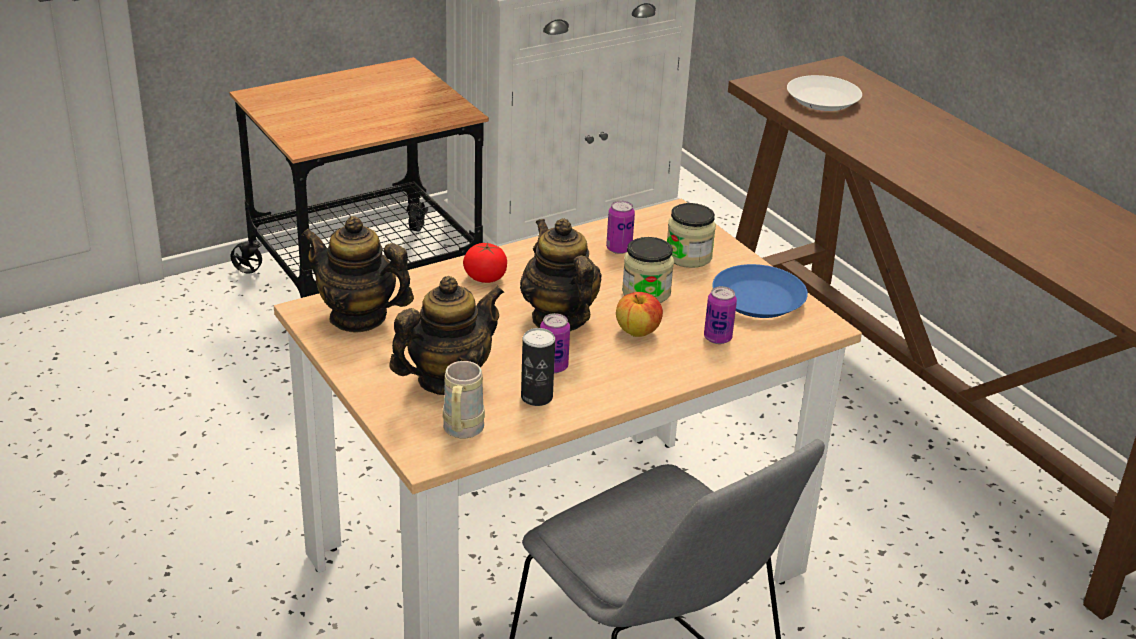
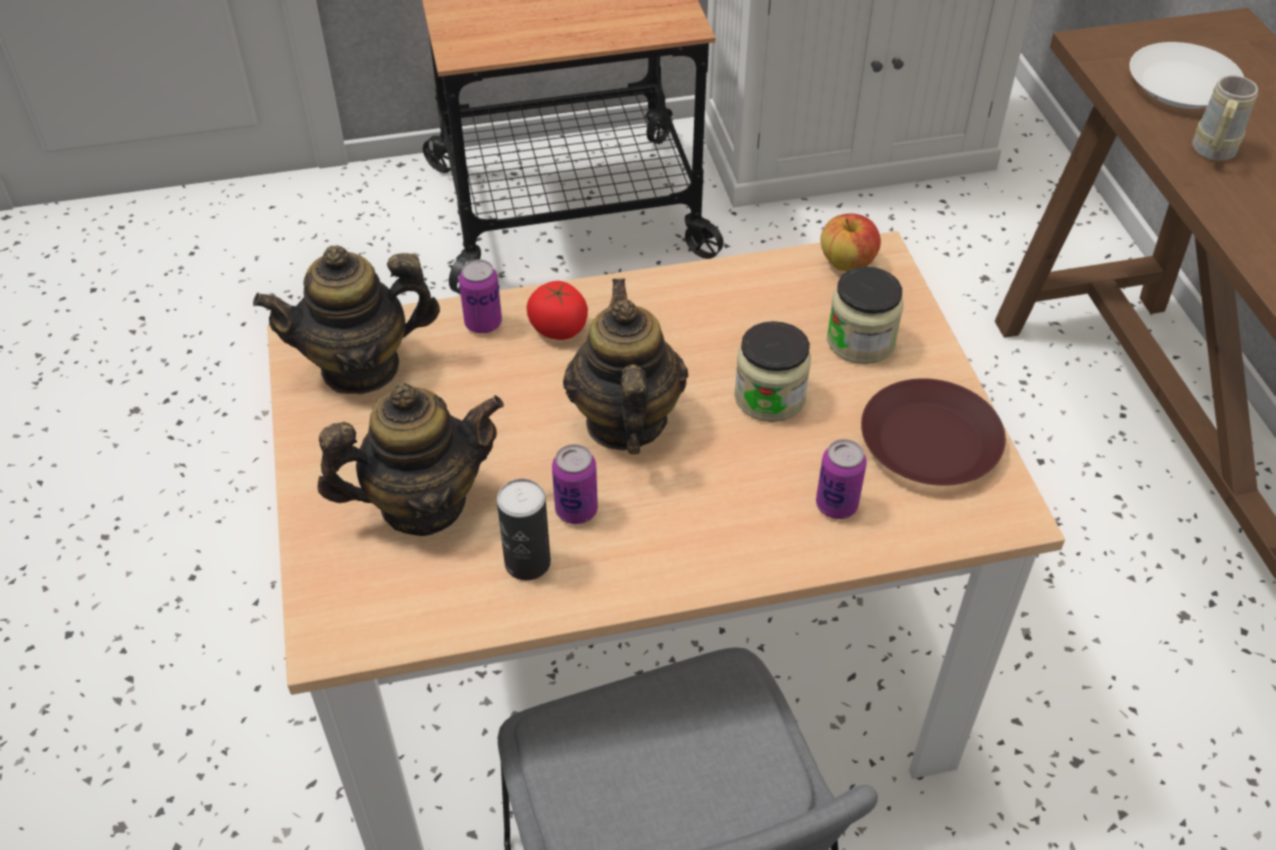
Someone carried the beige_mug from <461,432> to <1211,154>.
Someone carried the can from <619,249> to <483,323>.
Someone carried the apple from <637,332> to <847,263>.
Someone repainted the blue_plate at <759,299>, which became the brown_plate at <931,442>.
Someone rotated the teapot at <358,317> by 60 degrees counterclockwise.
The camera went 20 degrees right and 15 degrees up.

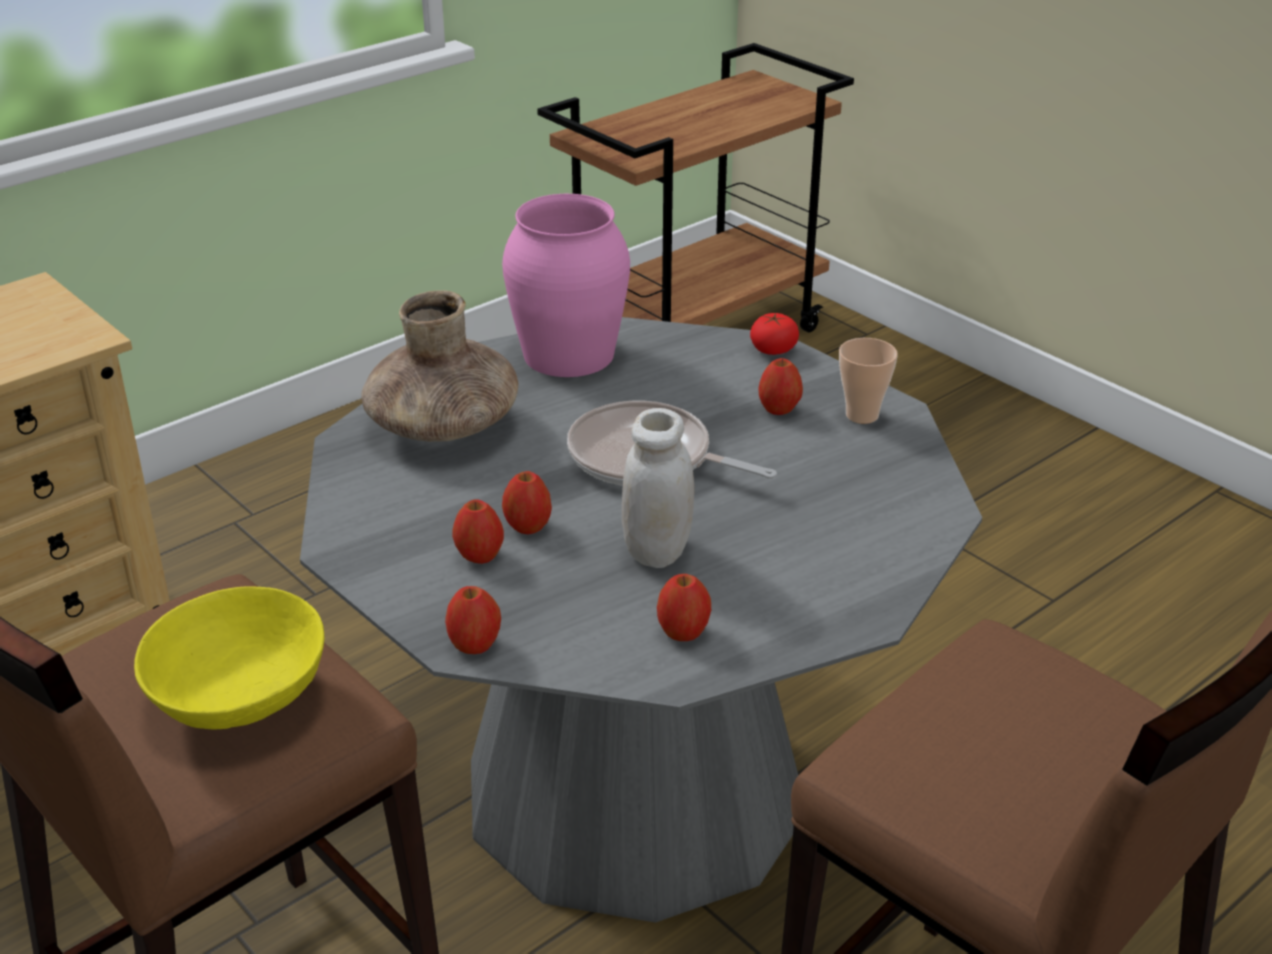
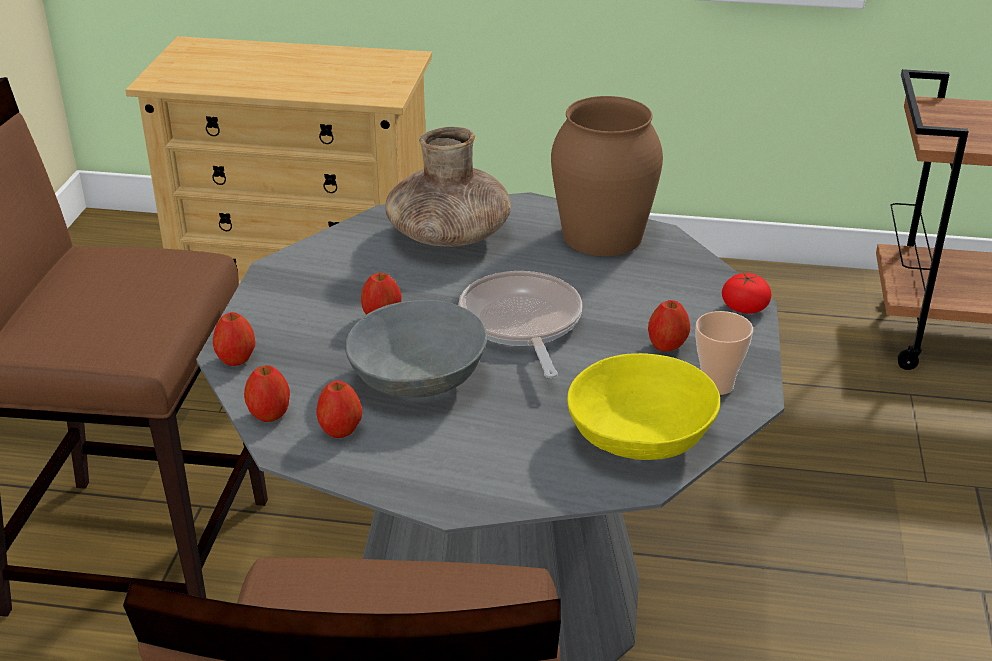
Someone carried the yellow_bowl from <239,694> to <641,437>.
Someone carried the apple from <479,555> to <270,414>.
Someone swapped the white_jar at <657,551> for the grey_bowl at <418,378>.
Someone repainted the pink_vase at <567,354>, which became the brown_vase at <601,235>.
The camera went 50 degrees right and 0 degrees up.

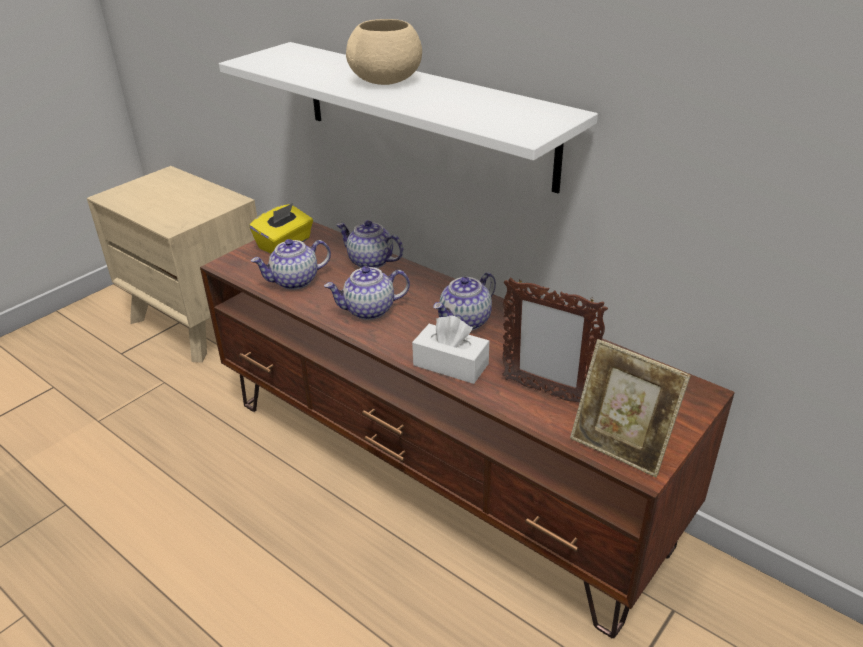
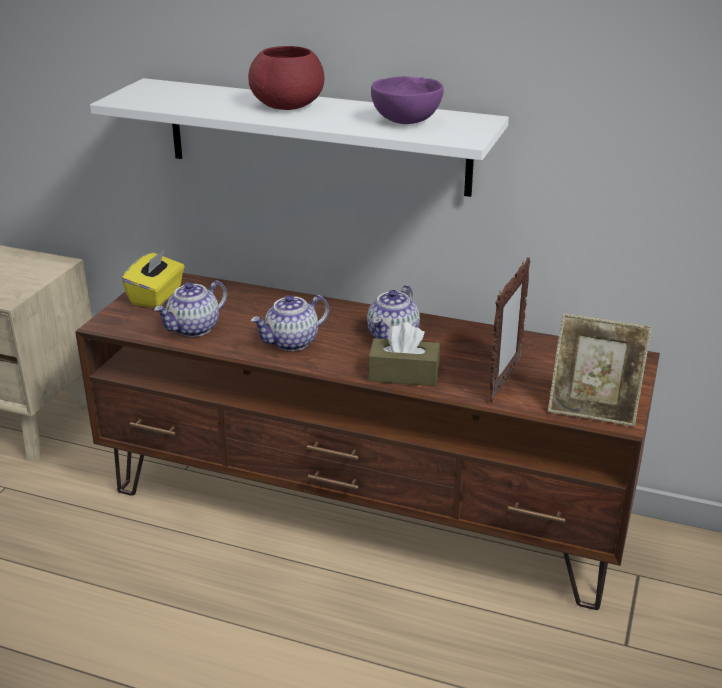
Someone took away the teapot at <370,262>.
Someone put down the purple_bowl at <407,122>.
Someone repainted the beige_bowl at <387,80>, which became the red_bowl at <289,106>.
Someone repainted the white_tissue_box at <450,364>, which became the brown_tissue_box at <403,374>.
Someone rotated the picture_frame at <545,392> by 75 degrees counterclockwise.
The camera went 20 degrees left and 5 degrees down.

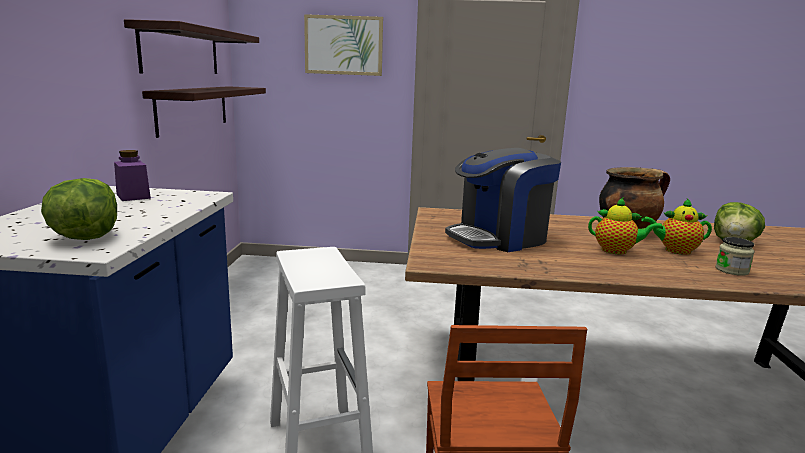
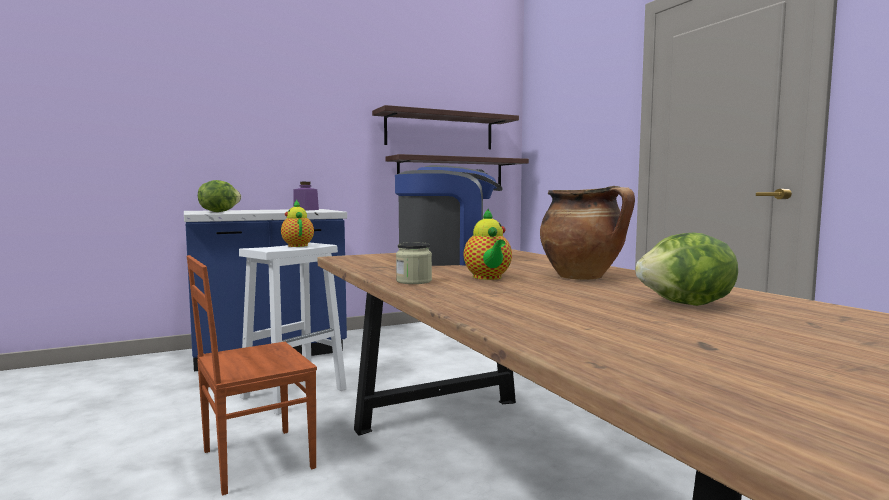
Someone took away the picture at <344,45>.
Someone carried the teapot from <674,250> to <297,245>.
Someone carried the jar from <732,270> to <414,281>.
Someone rotated the coffee_machine at <499,238> by 135 degrees clockwise.
The camera went 60 degrees right and 10 degrees down.

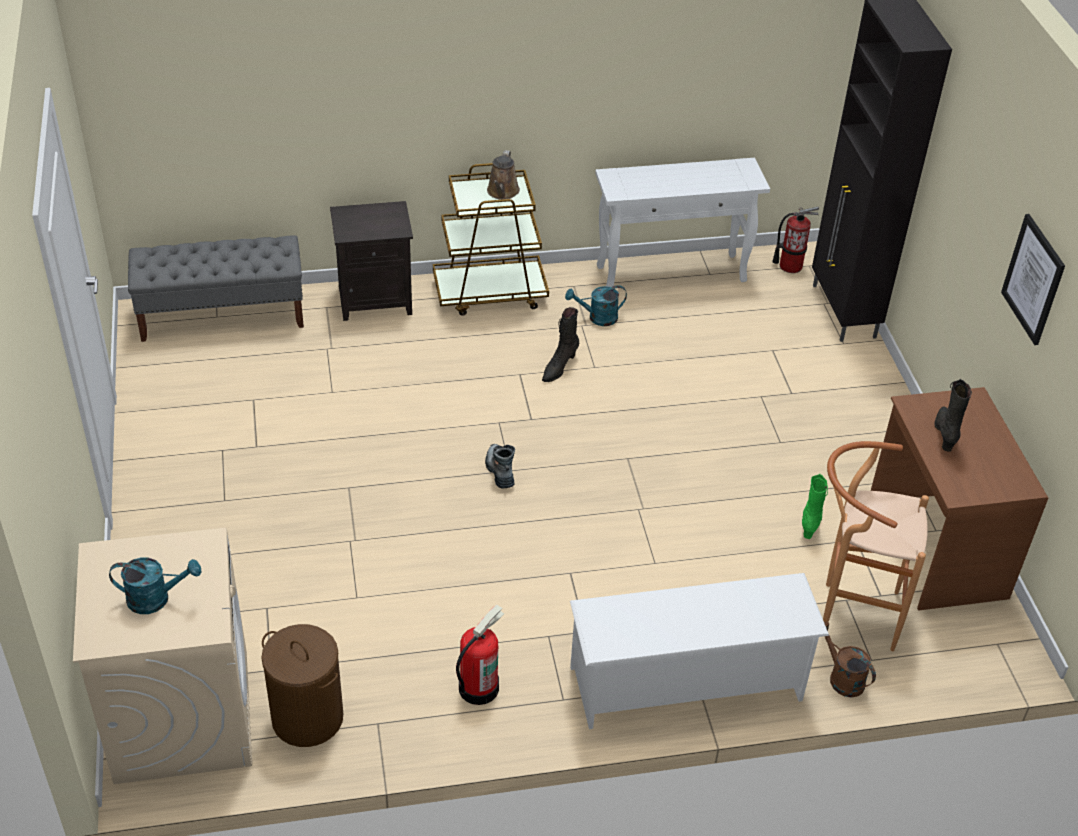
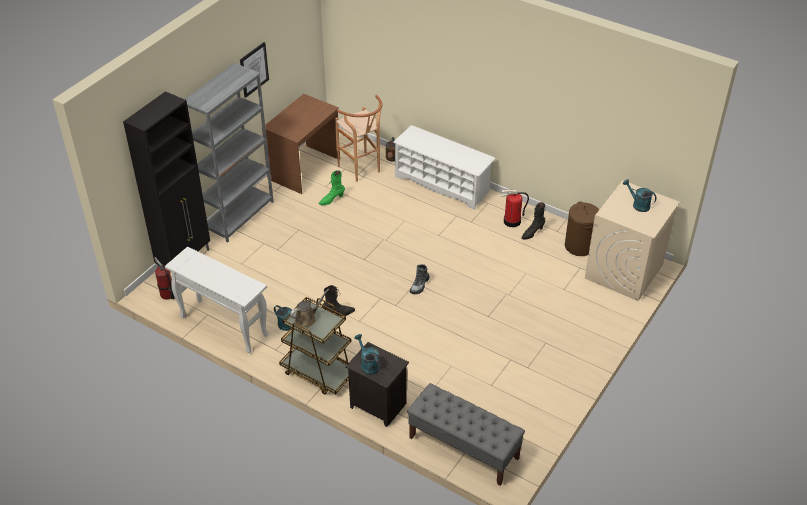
Someone put down the grey_bookcase at <239,216>.
Someone put down the turquoise_watering_can at <368,364>.
Someone carried the black_boot from <945,434> to <532,233>.
The camera went 135 degrees left and 0 degrees up.

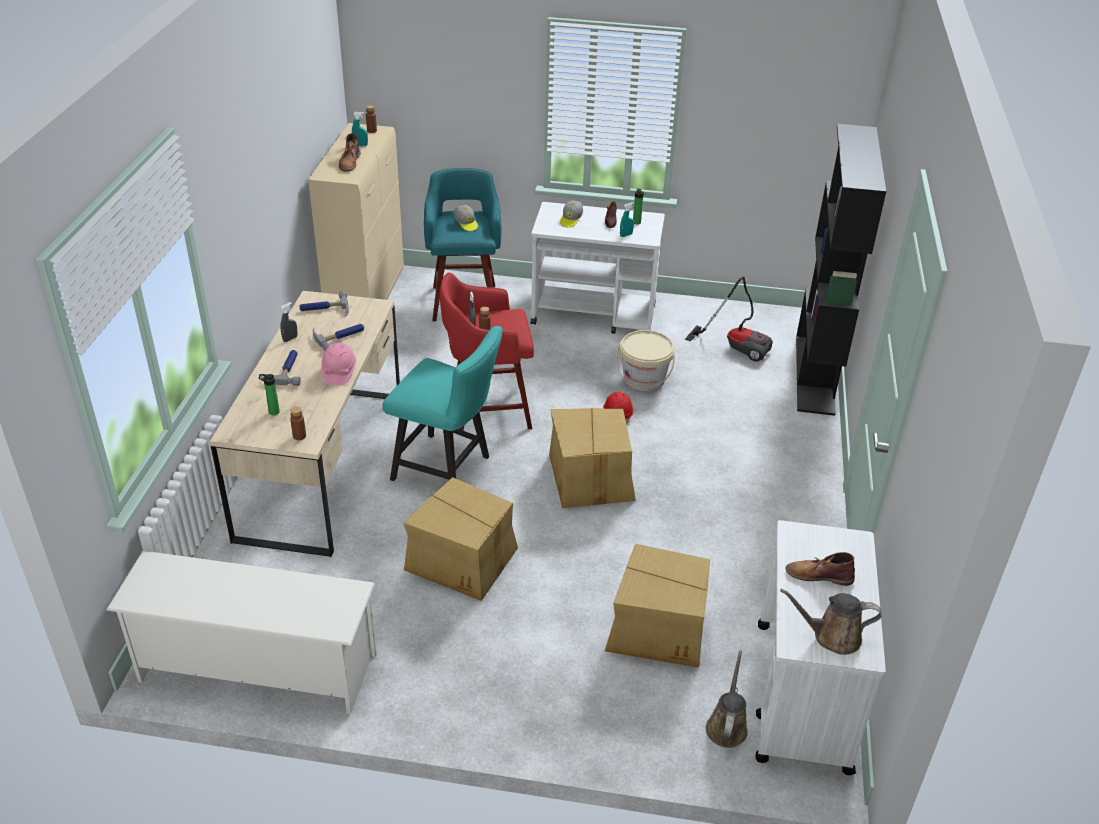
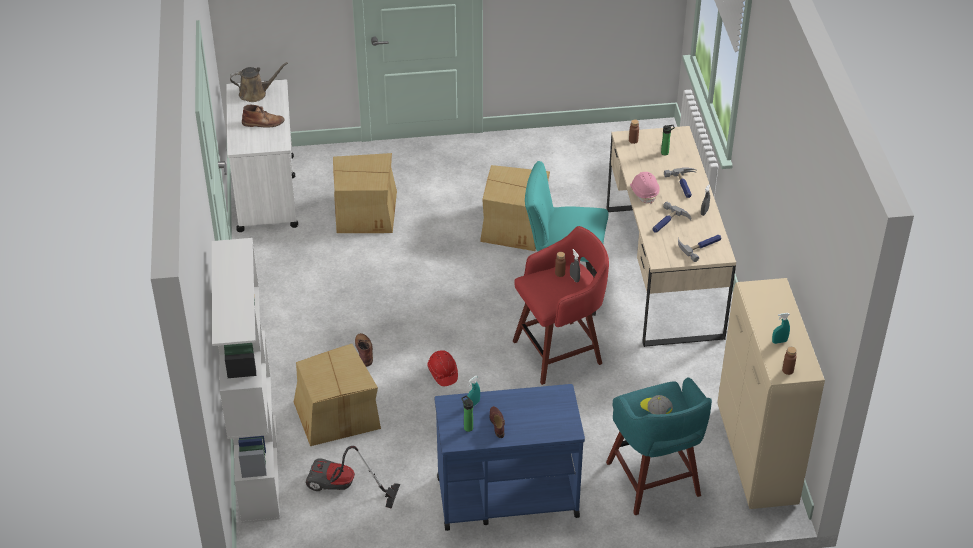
Someone took away the white_shoe_rack at <256,667>.
Someone took away the cap at <571,220>.
Someone took away the beige_bucket at <644,379>.
Someone took away the brown_watering_can at <727,726>.
Someone carried the brown_boot from <349,162> to <364,351>.
Someone carried the cardboard_box from <591,478> to <336,414>.
Someone repainted the white_cart at <594,315>, which became the blue_cart at <506,496>.
Someone repainted the black_bookcase at <815,375>, which became the white_bookcase at <258,467>.
The camera went 165 degrees right and 5 degrees up.

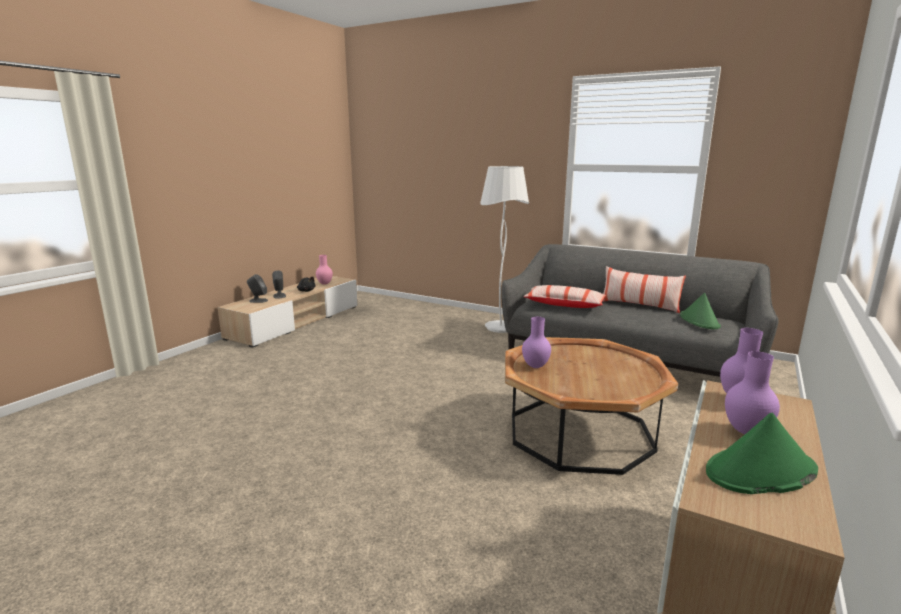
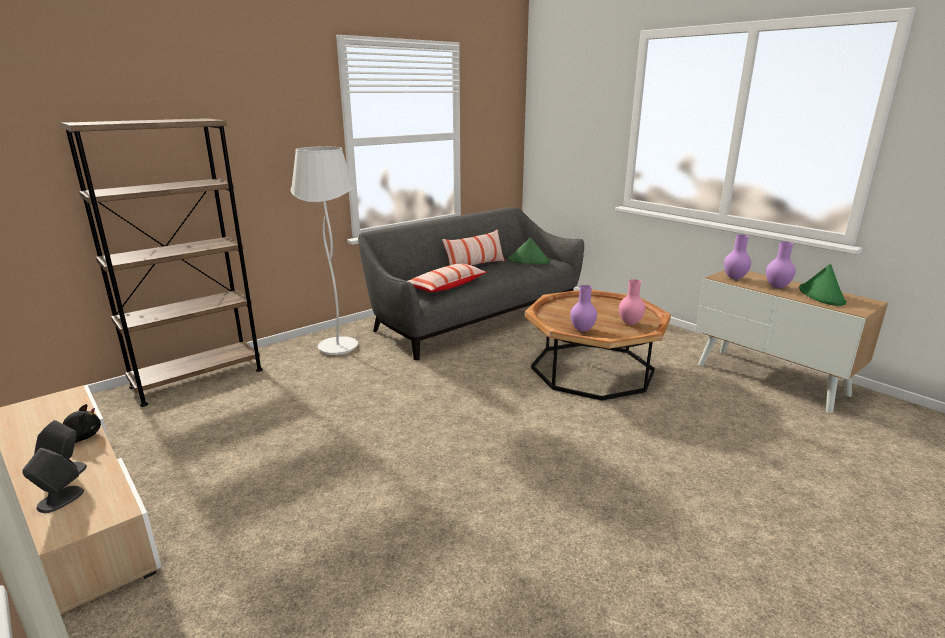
Someone put down the brown_bookcase at <198,378>.
Someone carried the pink_vase from <324,284> to <630,323>.
The camera went 70 degrees left and 5 degrees up.

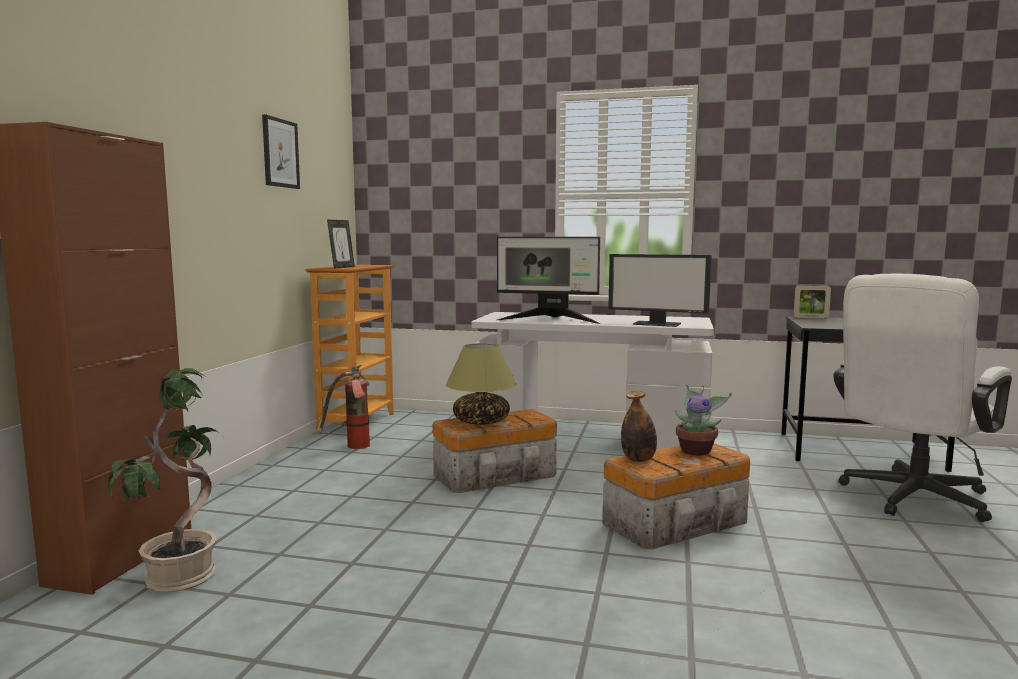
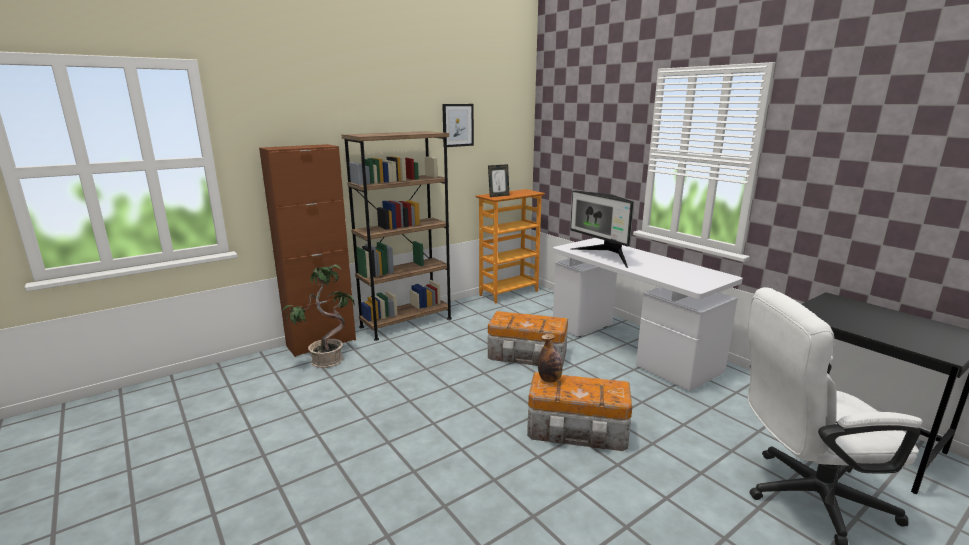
Someone took away the fire_extinguisher at <351,448>.
Someone took away the table_lamp at <481,421>.
Someone took away the monitor at <657,324>.
Someone took away the potted_plant at <697,451>.
Someone took away the picture_frame at <811,317>.
Someone put down the brown_bookcase at <406,322>.
The camera went 40 degrees right and 10 degrees up.

